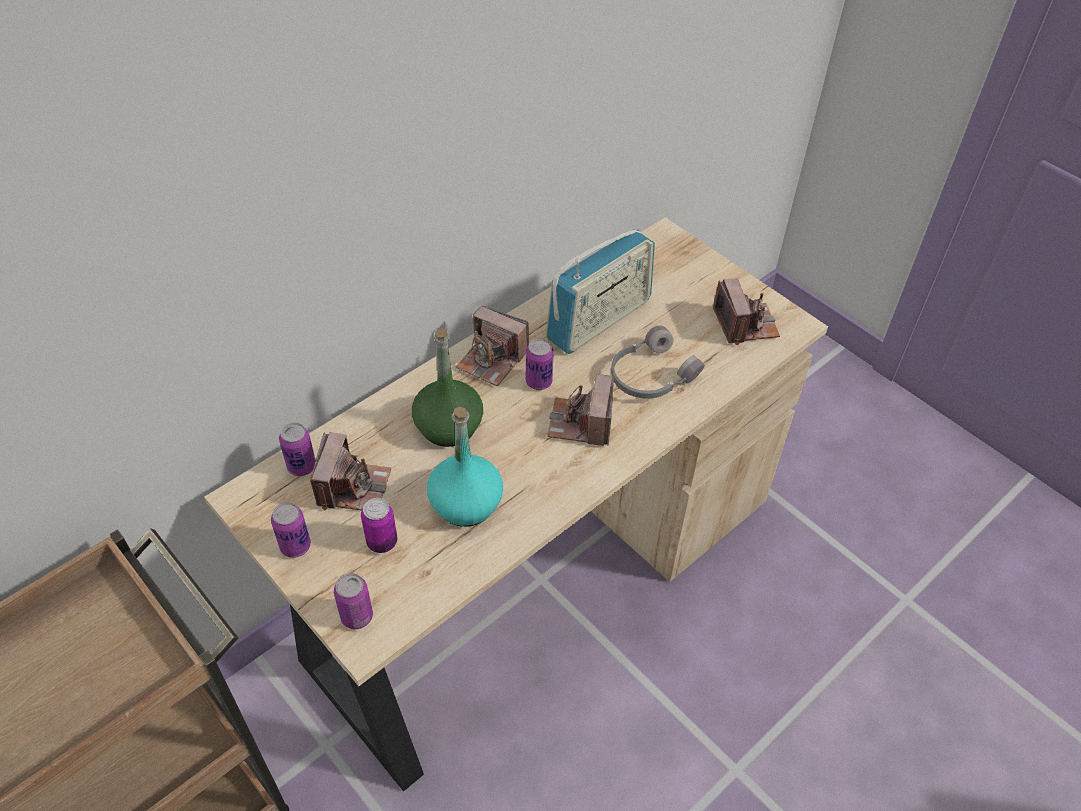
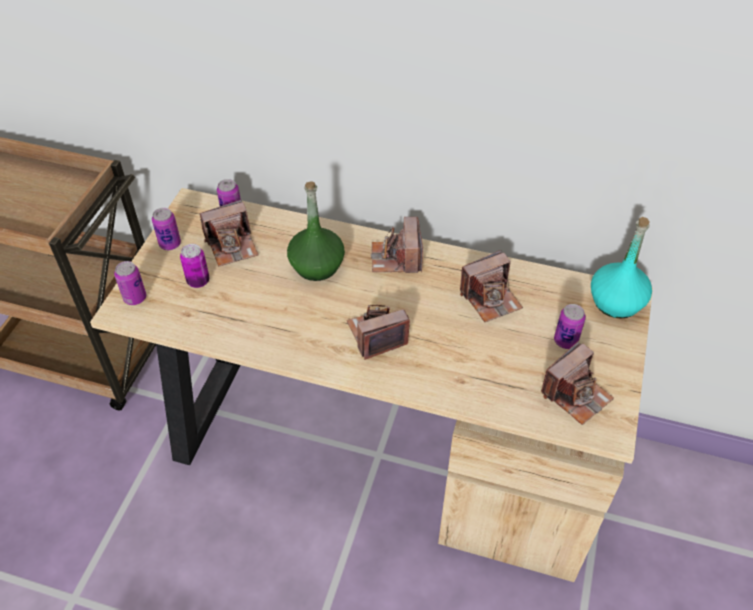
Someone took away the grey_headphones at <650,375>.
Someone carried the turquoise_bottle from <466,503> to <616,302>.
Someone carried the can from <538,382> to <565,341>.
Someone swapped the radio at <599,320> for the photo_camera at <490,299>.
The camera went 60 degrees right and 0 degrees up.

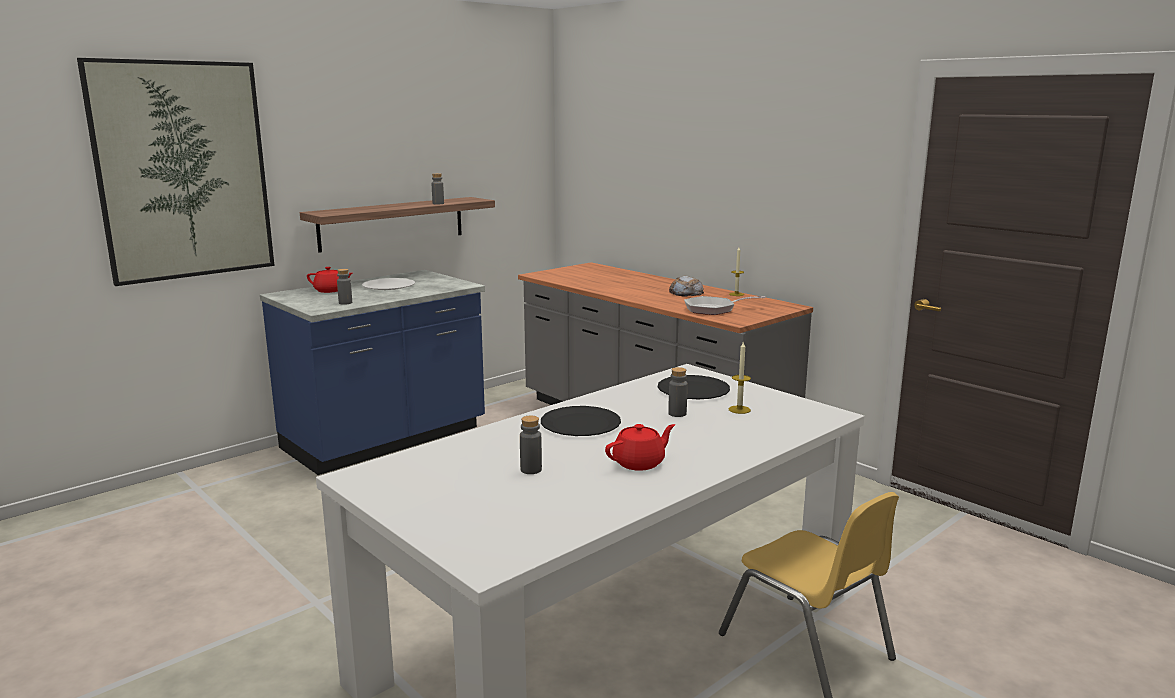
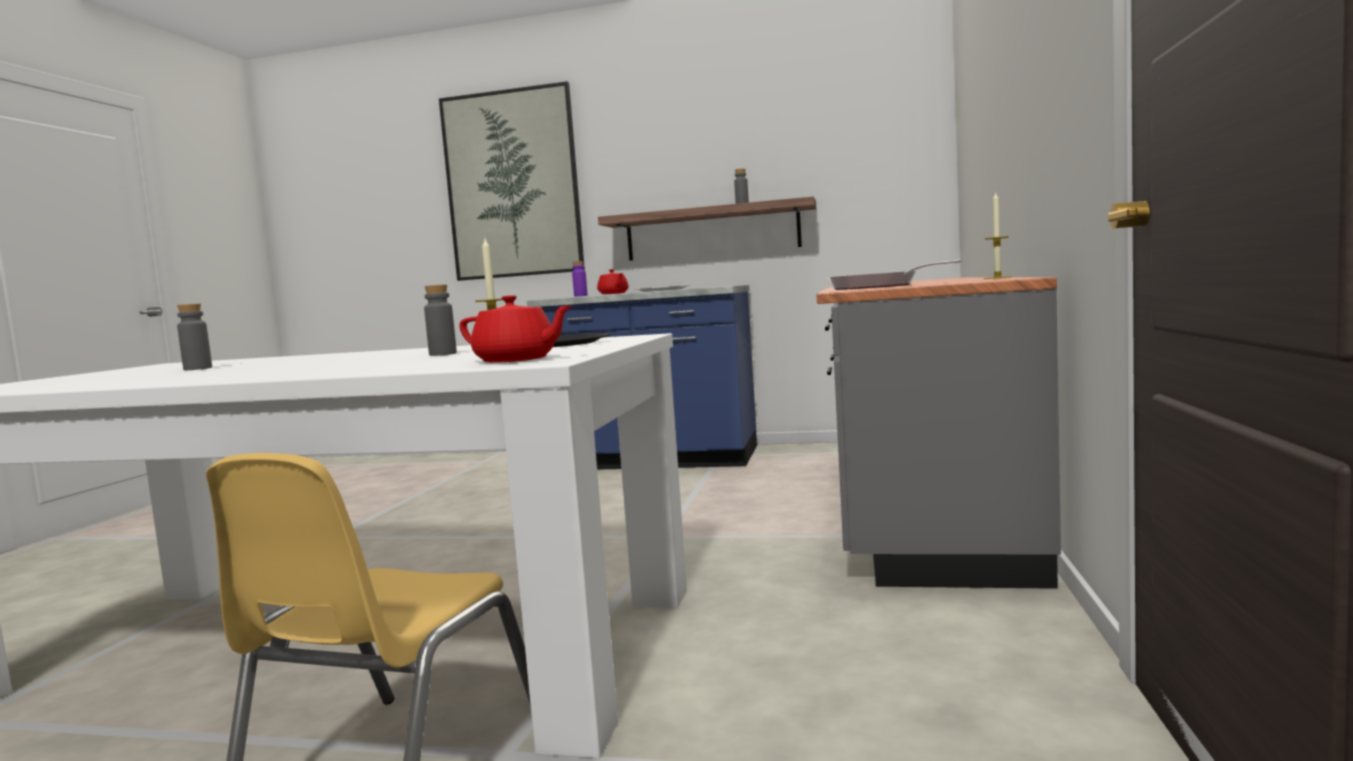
Someone took away the black_plate at <580,424>.
Someone took away the bread at <685,293>.
Someone carried the red_teapot from <639,463> to <516,360>.
Someone repainted the grey_bottle at <345,303>, which became the purple_bottle at <580,296>.
The camera went 55 degrees right and 10 degrees down.

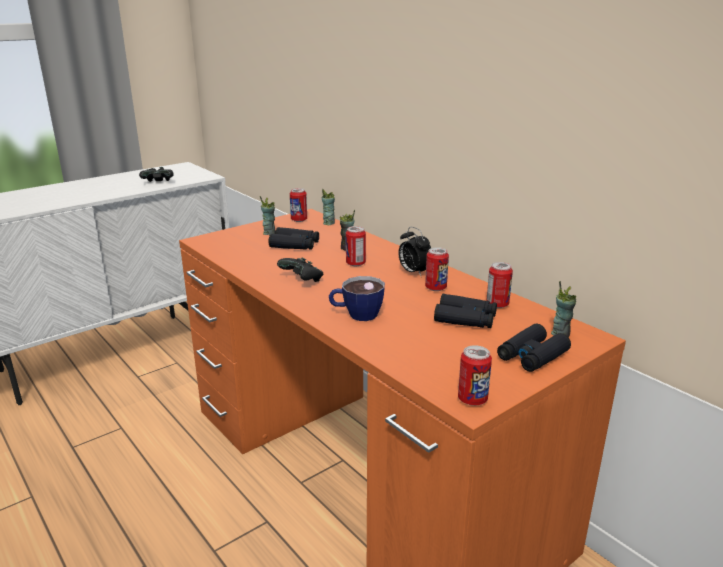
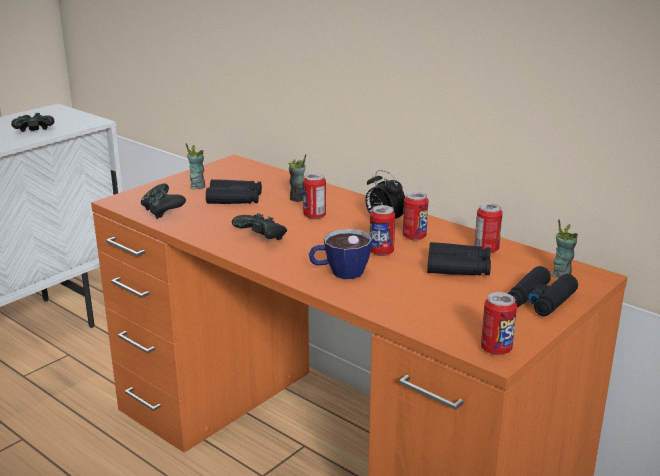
Someone took away the cup at <328,223>.
Someone put down the black_game_controller at <162,211>.
Someone carried the can from <299,220> to <381,252>.
The camera went 10 degrees left and 0 degrees up.

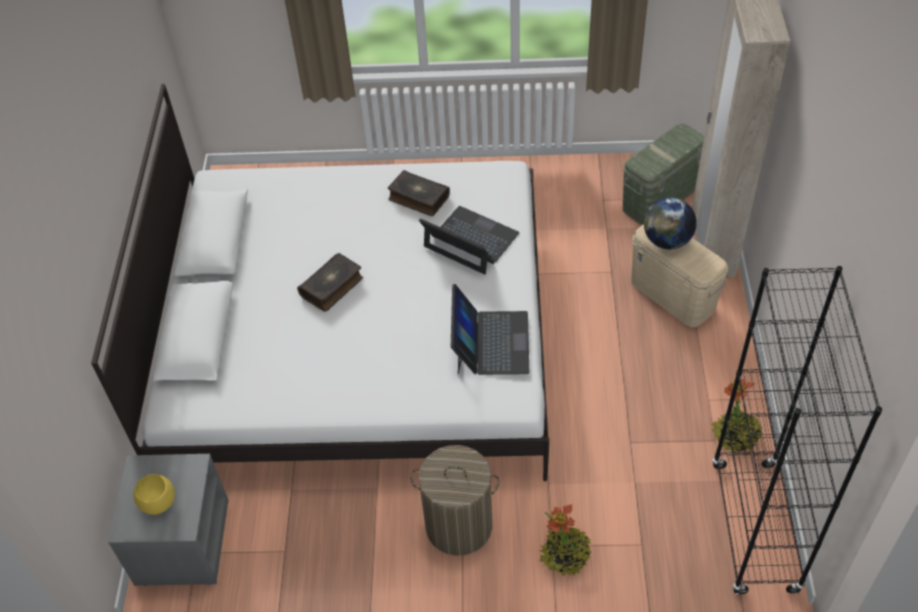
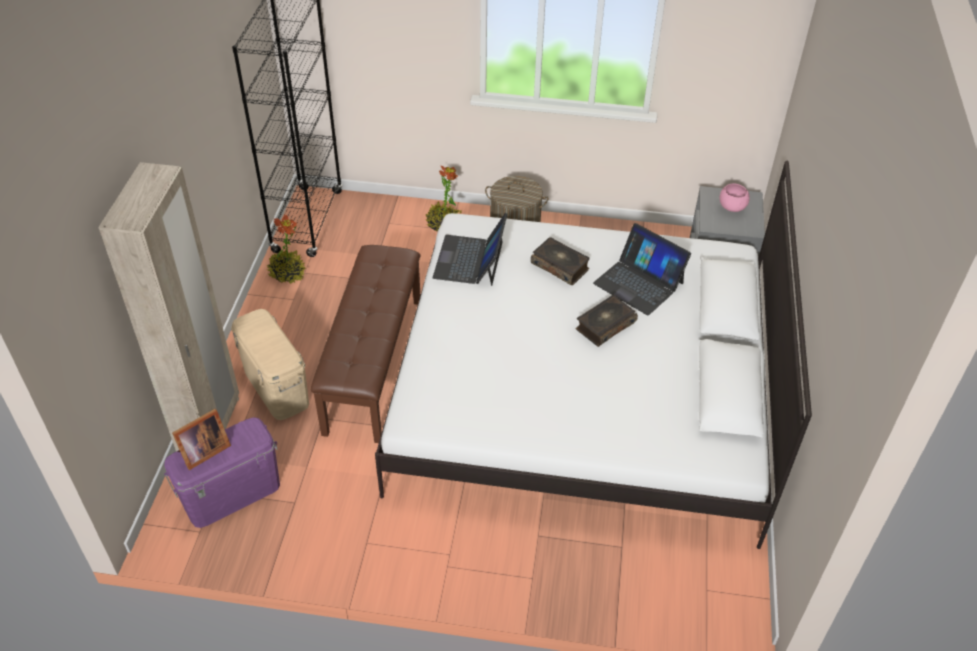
Someone took away the globe at <667,241>.
Someone put down the picture_frame at <202,452>.
Someone put down the brown_bench at <375,365>.
Someone carried the book from <418,198> to <560,266>.
Someone carried the laptop from <470,241> to <639,283>.
Someone repainted the yellow_bowl at <158,503>, which became the pink_bowl at <732,207>.
Someone repainted the green_storage_box at <659,198>, which became the purple_storage_box at <232,494>.
The camera went 175 degrees left and 5 degrees down.

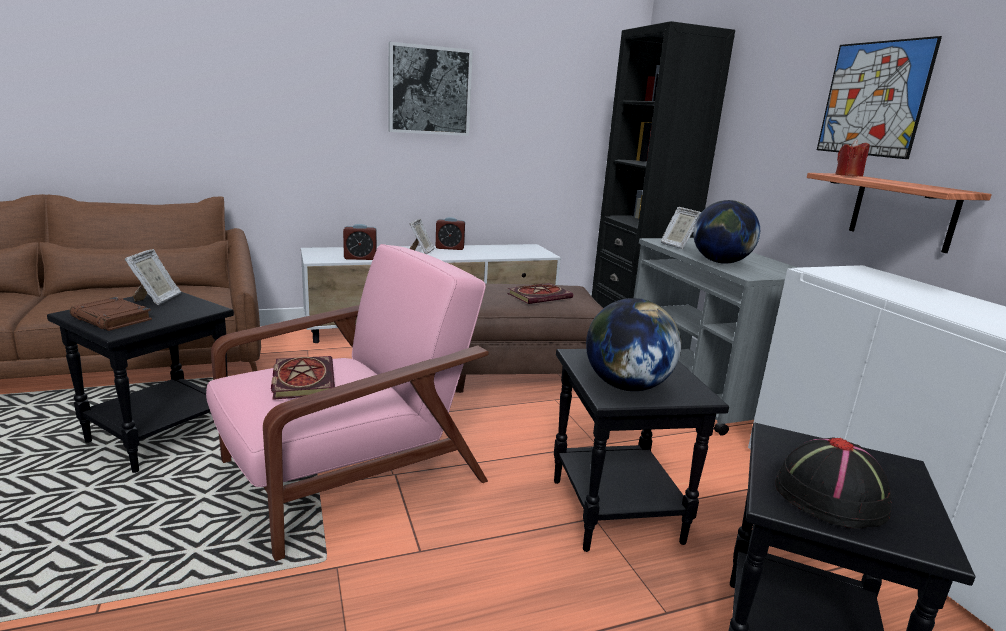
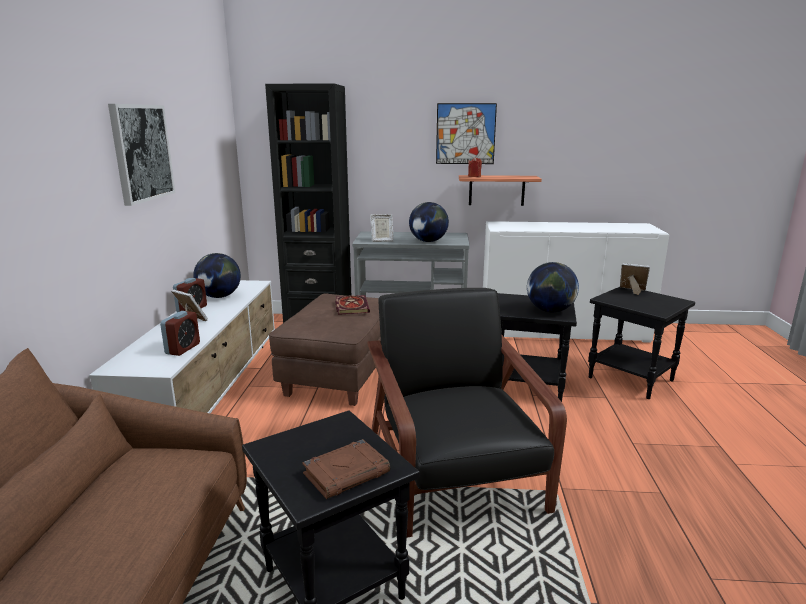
Someone took away the book at <302,380>.
Someone took away the black_hat at <830,497>.
Someone put down the globe at <219,296>.
Someone carried the picture_frame from <156,300> to <632,291>.
Someone repainted the pink_armchair at <347,473>, which became the black_armchair at <454,472>.
The camera went 65 degrees left and 0 degrees up.

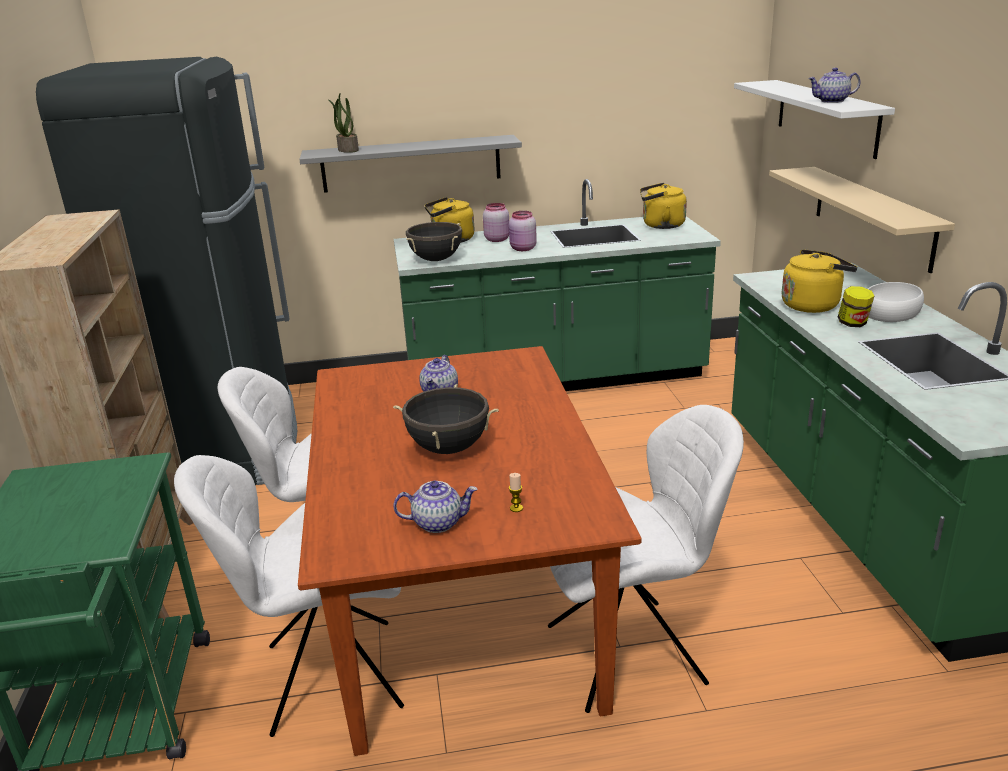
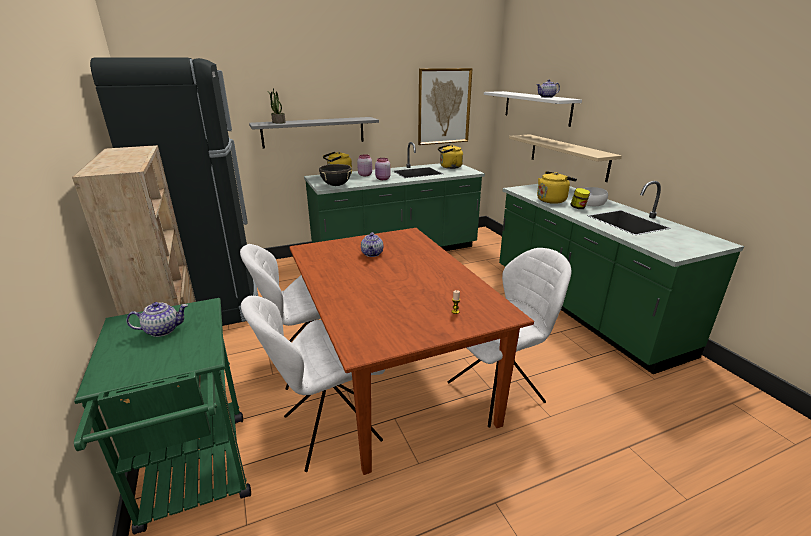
Someone took away the black_cooking_pot at <449,448>.
Someone put up the picture at <444,106>.
Someone carried the teapot from <438,522> to <163,330>.
The camera went 15 degrees left and 0 degrees up.

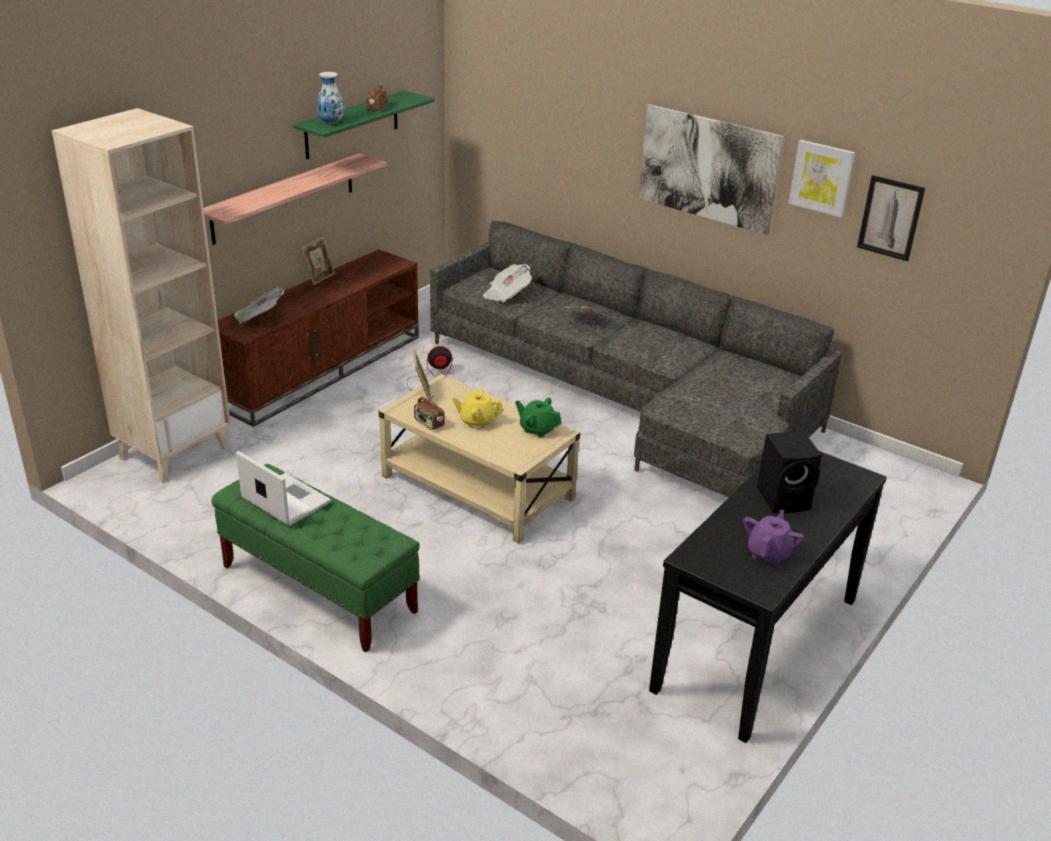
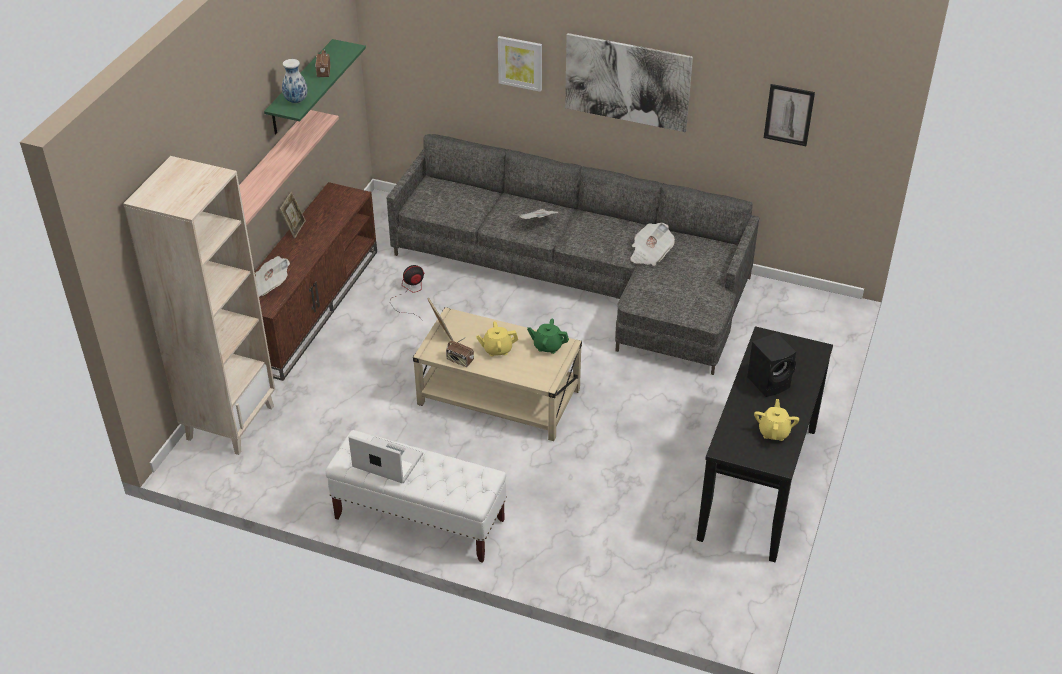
Someone carried the newspaper from <506,295> to <650,254>.
Someone carried the picture from <821,178> to <520,63>.
Someone repainted the green_bench at <318,589>, which became the white_bench at <419,519>.
Someone repainted the purple_teapot at <769,553>, which became the yellow_teapot at <774,432>.
The camera went 15 degrees left and 10 degrees up.

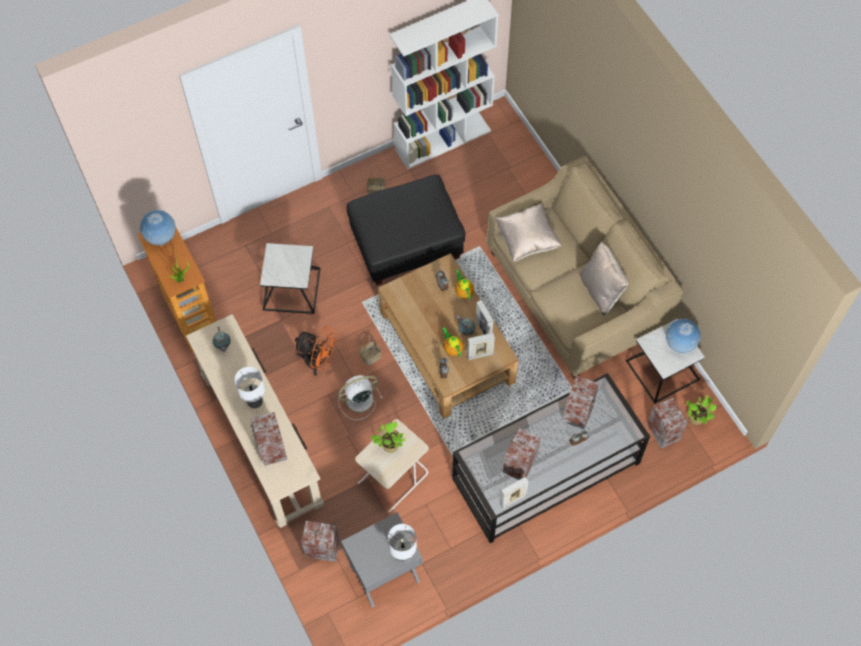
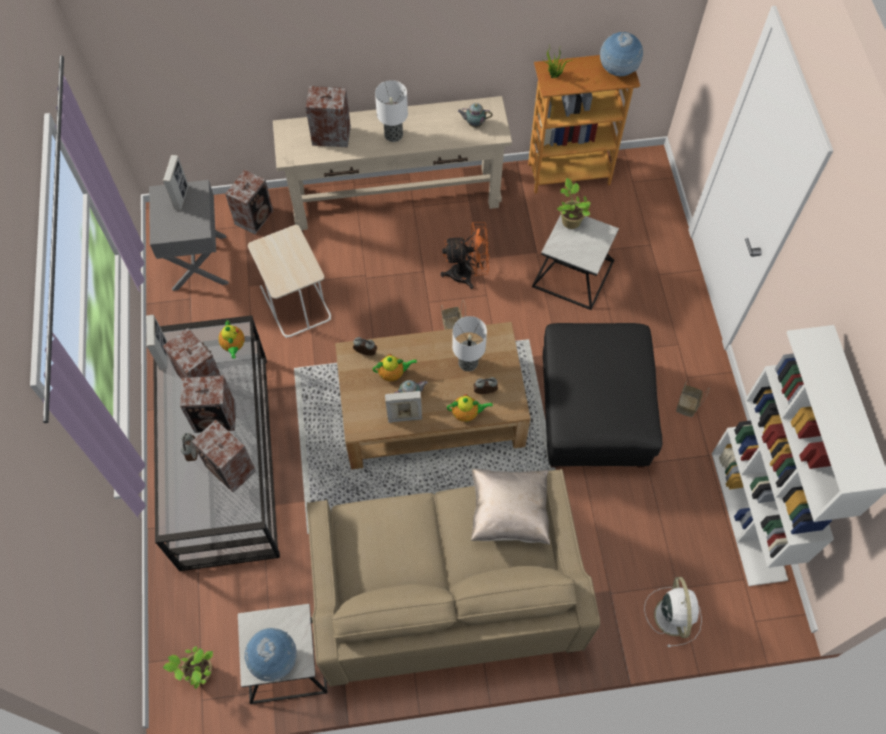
Someone took away the beige_pillow at <601,290>.
Someone put down the teapot at <234,346>.
Someone carried the white_fan from <358,400> to <673,614>.
Someone carried the potted_plant from <389,446> to <570,220>.
Someone carried the table_lamp from <403,554> to <468,362>.
Someone carried the picture_frame from <480,355> to <181,197>.
Someone carried the speaker from <663,430> to <216,418>.
Someone rotated the orange_fan at <318,362> by 135 degrees counterclockwise.
The camera went 110 degrees right and 0 degrees up.

